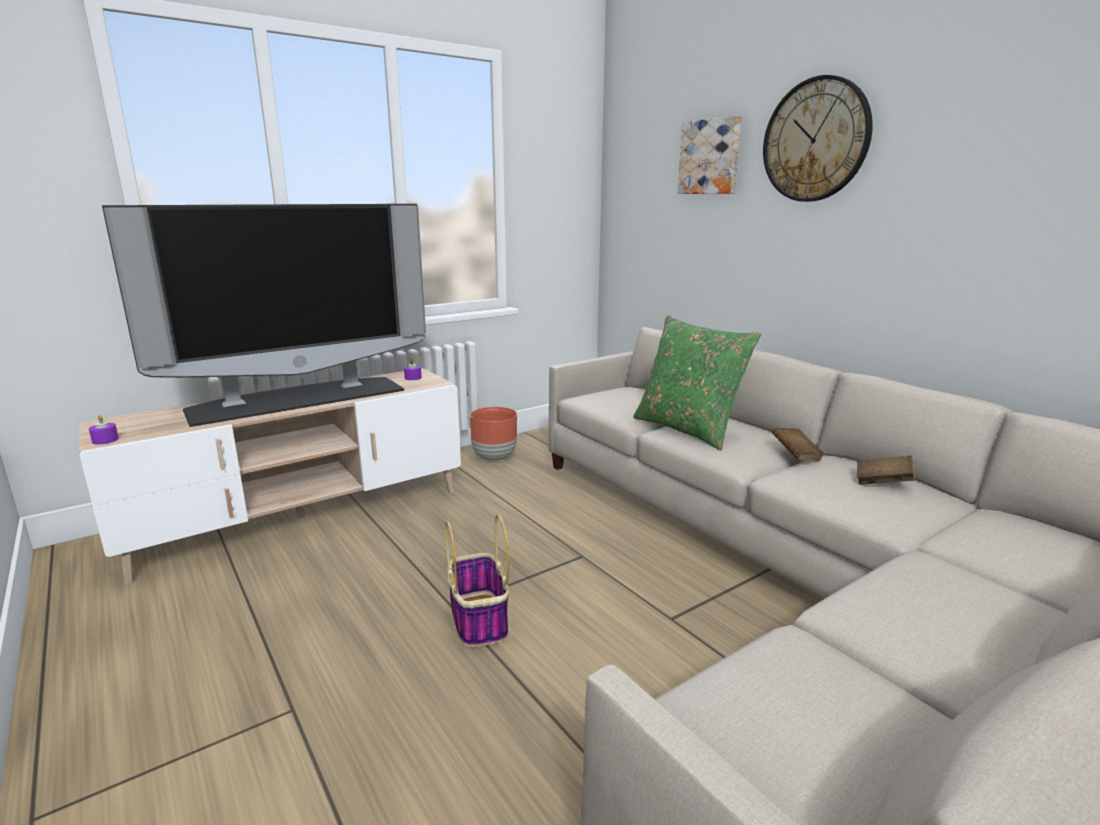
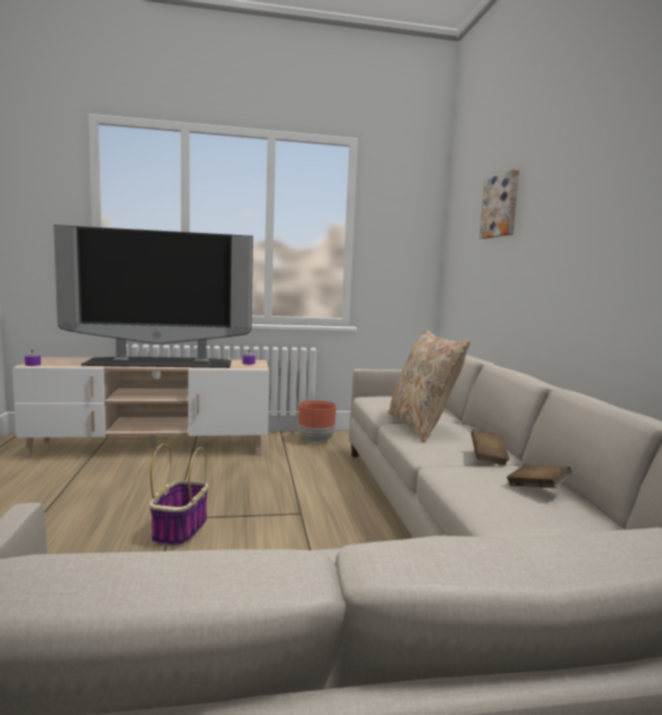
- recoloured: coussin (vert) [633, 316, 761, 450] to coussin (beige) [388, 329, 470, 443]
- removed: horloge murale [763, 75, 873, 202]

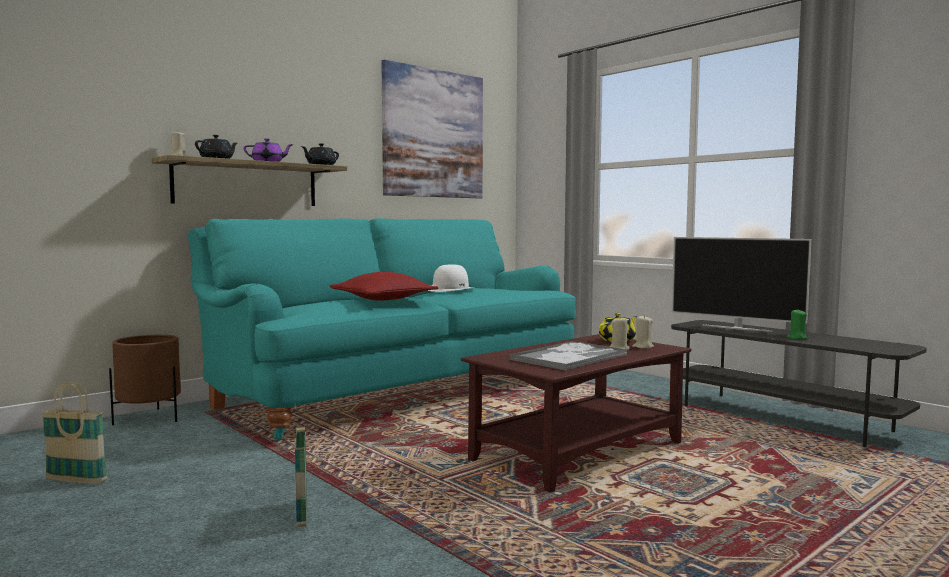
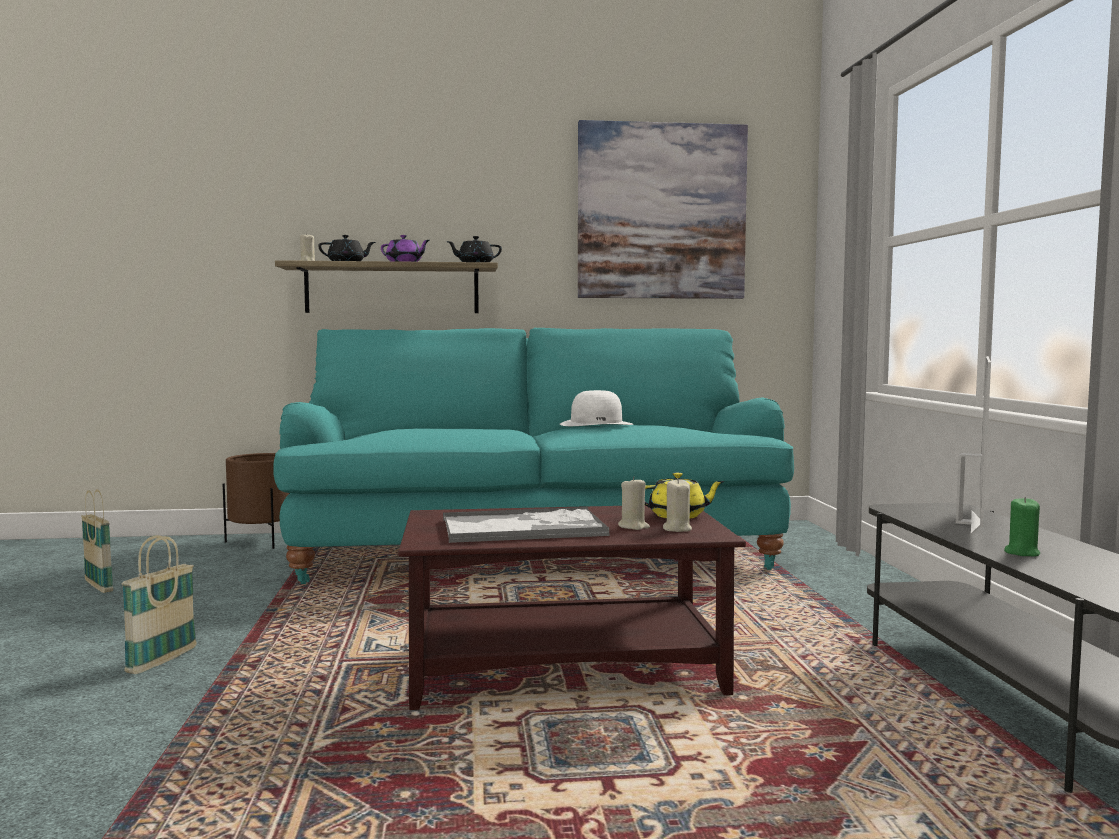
- removed: coussin (rouge) [330, 272, 438, 301]
- turned: téléviseur [672, 237, 812, 332] = [956, 356, 991, 535] 135 degrees counterclockwise

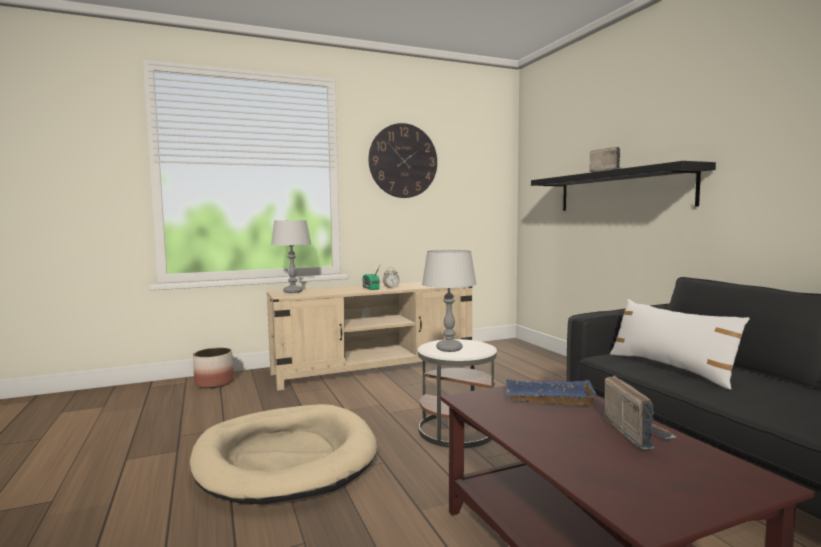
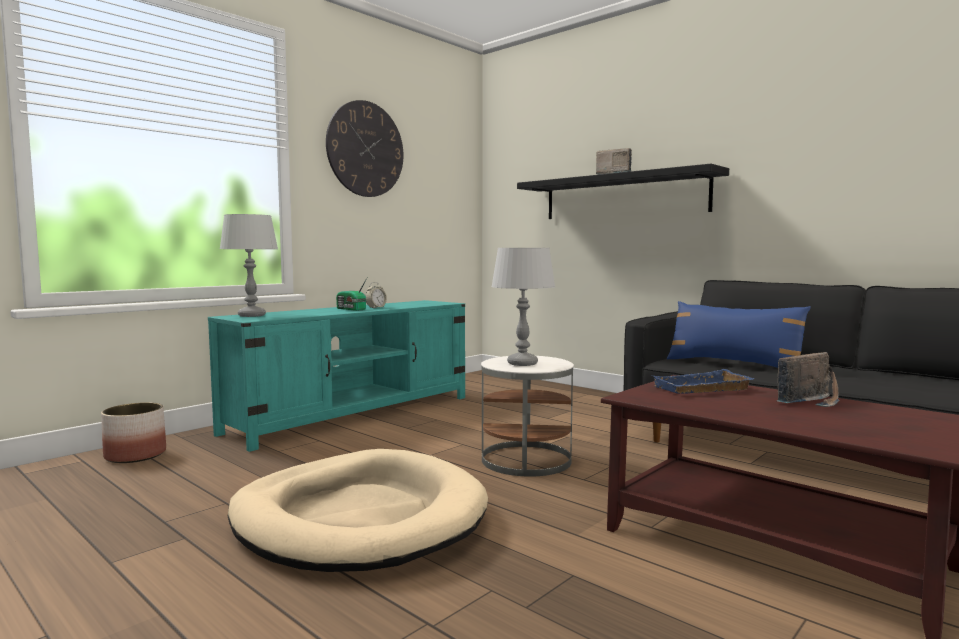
- recoloured: meuble télé (beige) [267, 282, 472, 391] to meuble télé (turquoise) [208, 300, 465, 452]
- turned: radio [605, 375, 676, 449] = [777, 352, 839, 407] 90 degrees clockwise
- recoloured: coussin (blanc) [610, 299, 750, 390] to coussin (bleu) [667, 301, 811, 368]

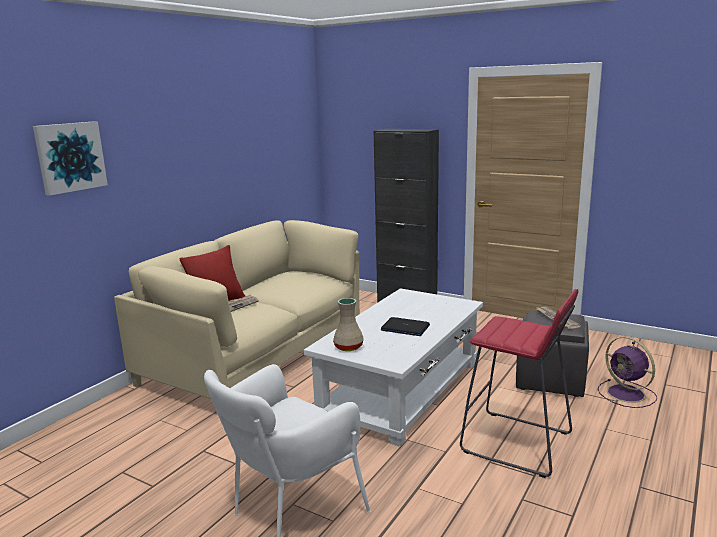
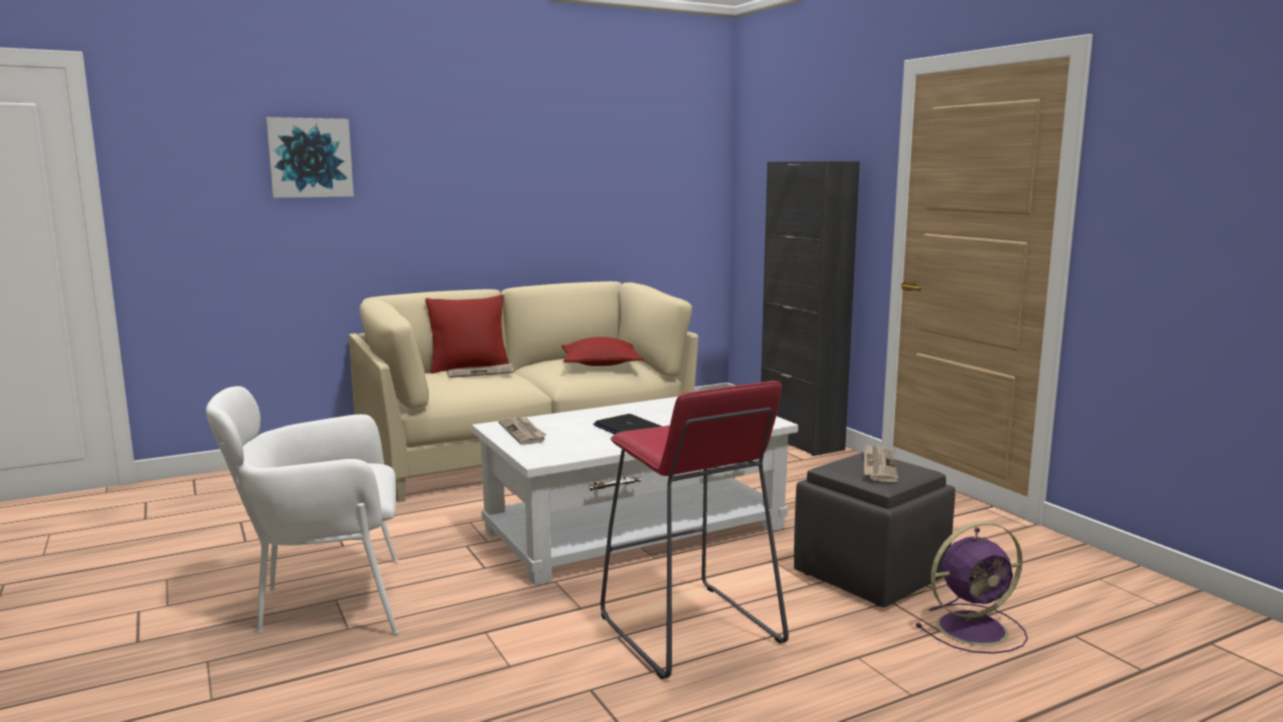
- replaced: vase (beige) [333, 298, 364, 351] to journal [498, 417, 546, 445]
- turned: ventilateur (violet) [598, 337, 657, 408] = [916, 521, 1028, 654] 105 degrees counterclockwise
- added: coussin (rouge) [562, 337, 644, 366]

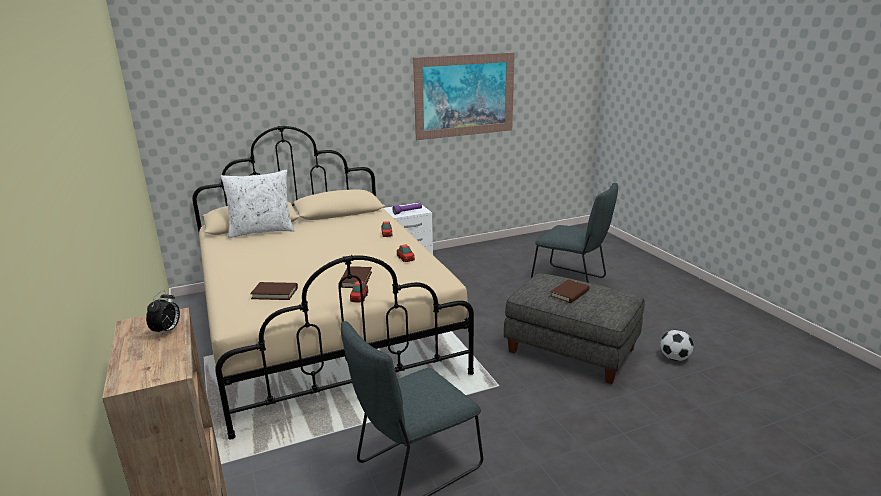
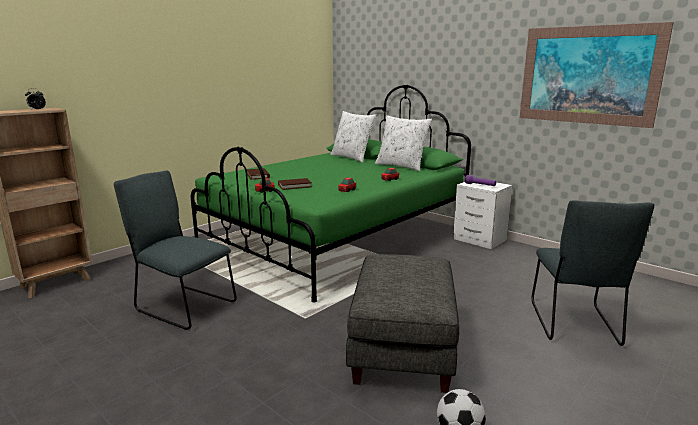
- recoloured: lit (beige) [192, 126, 474, 440] to lit (vert) [191, 85, 471, 302]
- removed: livre (marron) [550, 279, 589, 303]
- added: coussin (blanc) [375, 115, 432, 171]

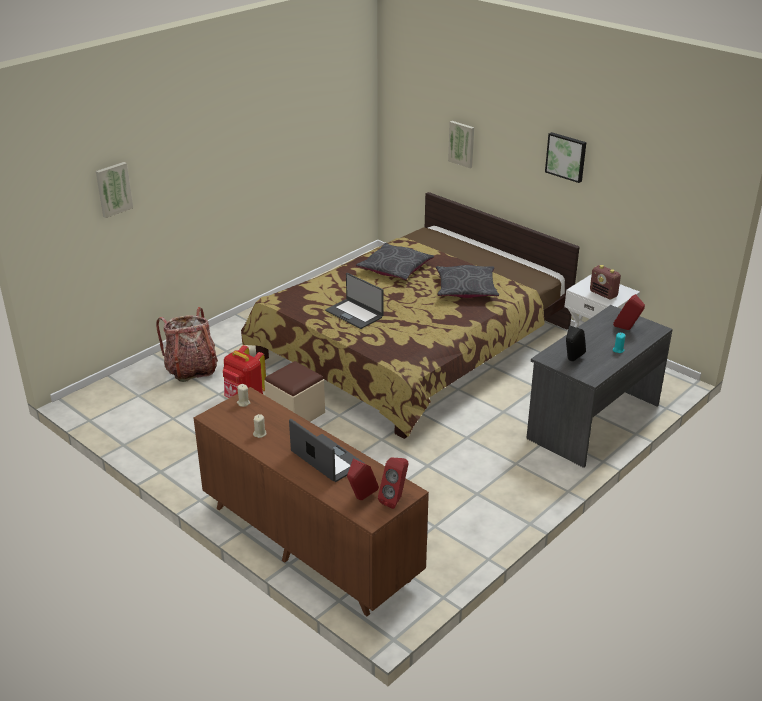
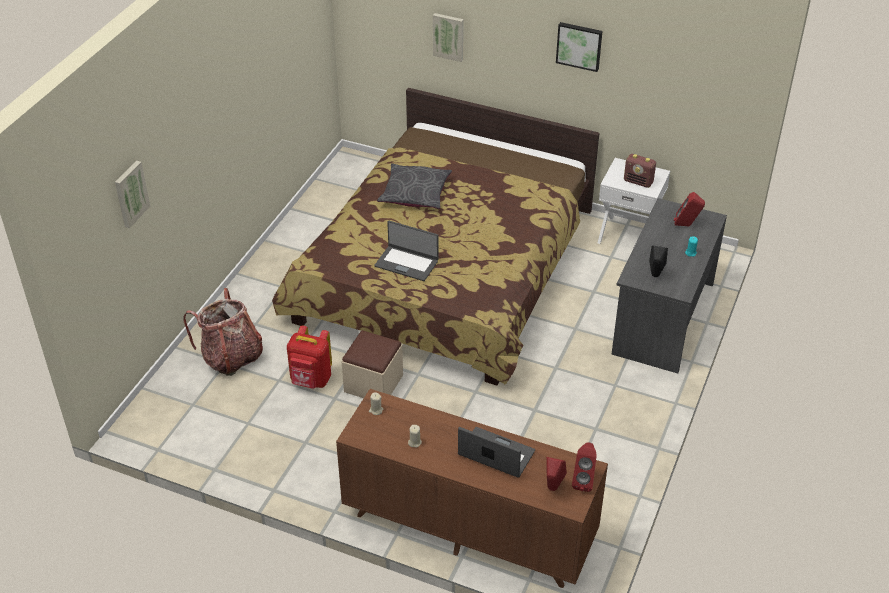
- removed: coussin (gris) [436, 265, 499, 298]

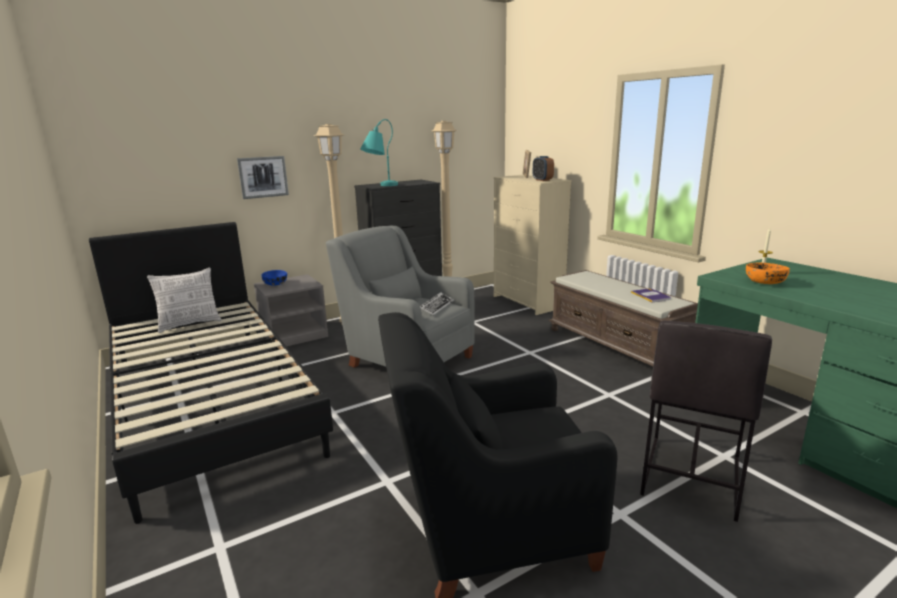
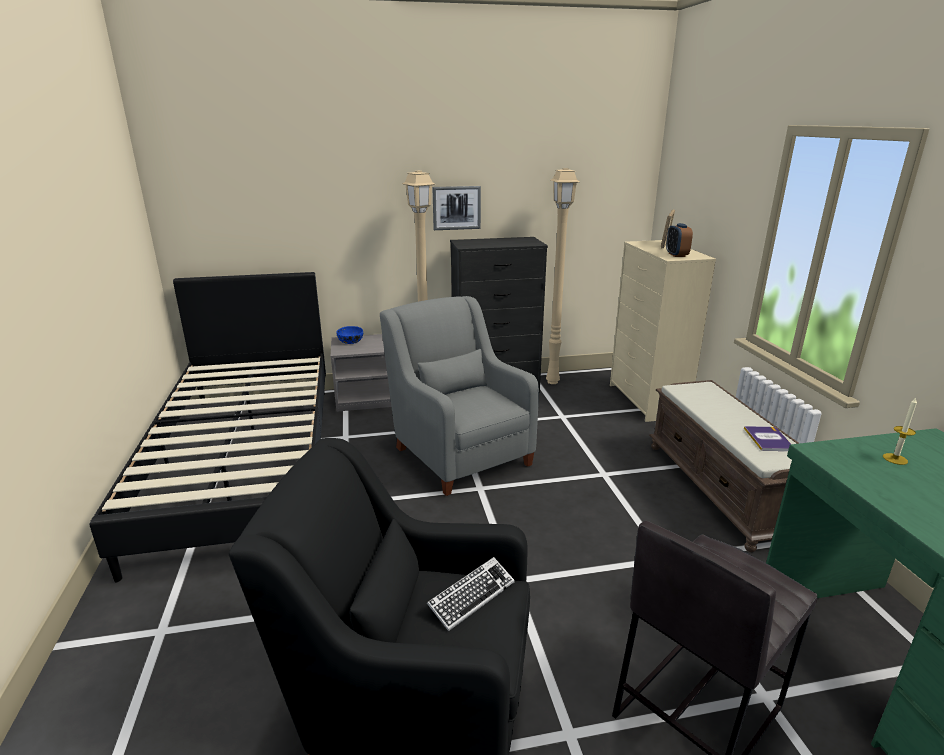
- removed: coussin [147, 268, 222, 333]
- moved: tableau [237, 156, 289, 199] to [432, 186, 481, 230]
- removed: lampe de table (turquoise) [360, 119, 398, 186]
- moved: clavier [420, 292, 454, 316] to [427, 557, 515, 631]
- removed: bol (orange) [746, 263, 790, 284]

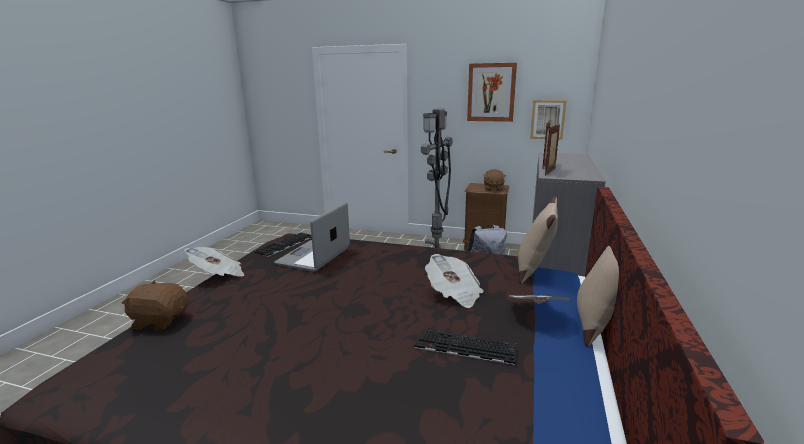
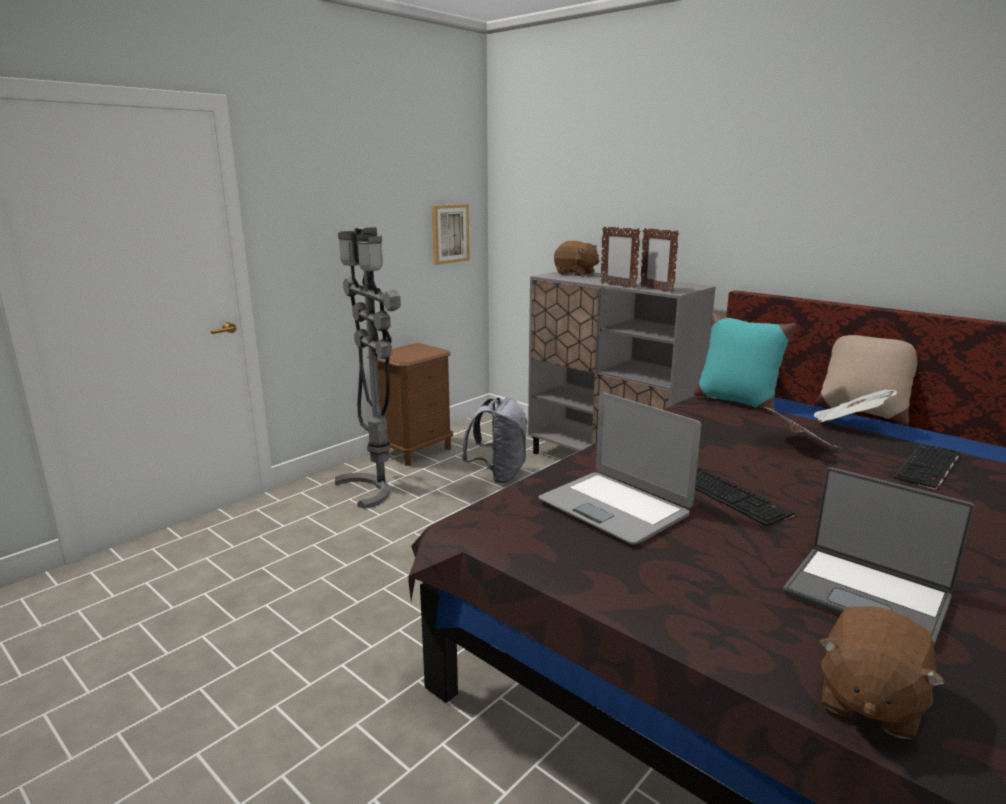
- removed: journal [184, 247, 244, 276]
- moved: clavier [254, 232, 312, 257] to [695, 467, 795, 526]
- removed: tableau [467, 63, 517, 122]
- moved: peluche (marron) [484, 169, 506, 191] to [554, 241, 599, 276]
- recoloured: coussin (beige) [518, 197, 558, 284] to coussin (turquoise) [694, 312, 796, 415]
- added: ordinateur portable [783, 467, 974, 646]

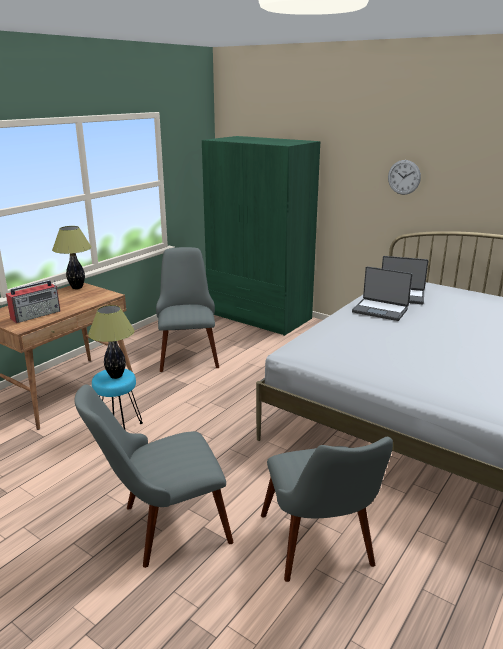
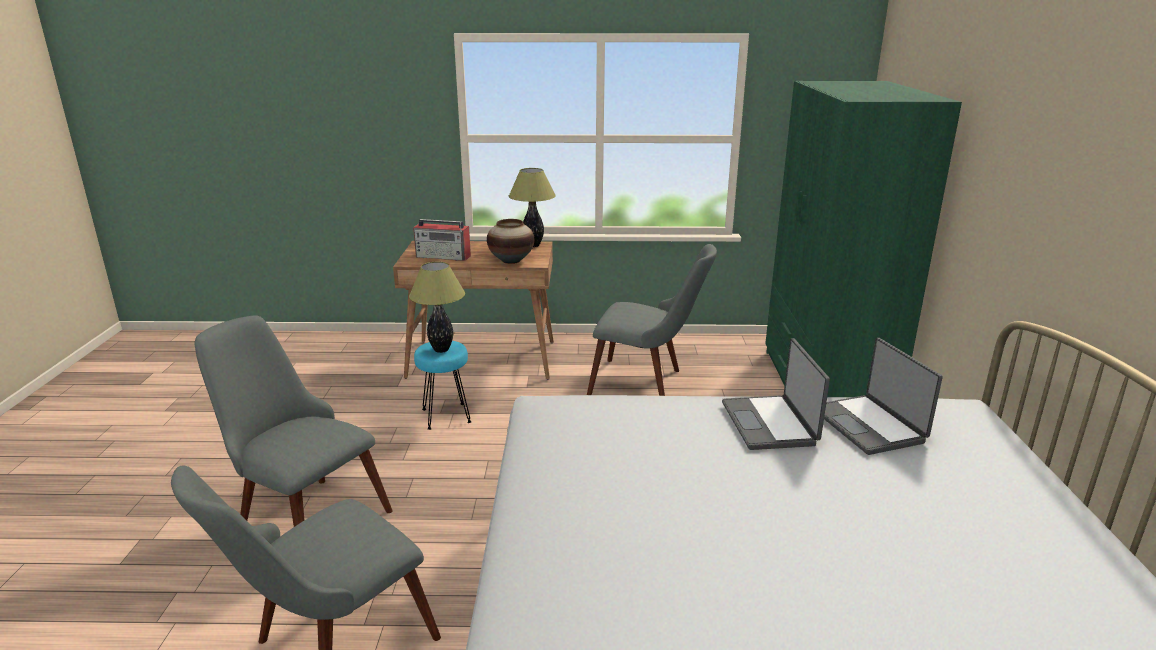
- turned: chaise (gris) [156, 247, 219, 372] = [587, 244, 717, 396] 60 degrees clockwise
- removed: horloge murale [388, 160, 421, 195]
- added: vase [487, 219, 534, 264]

